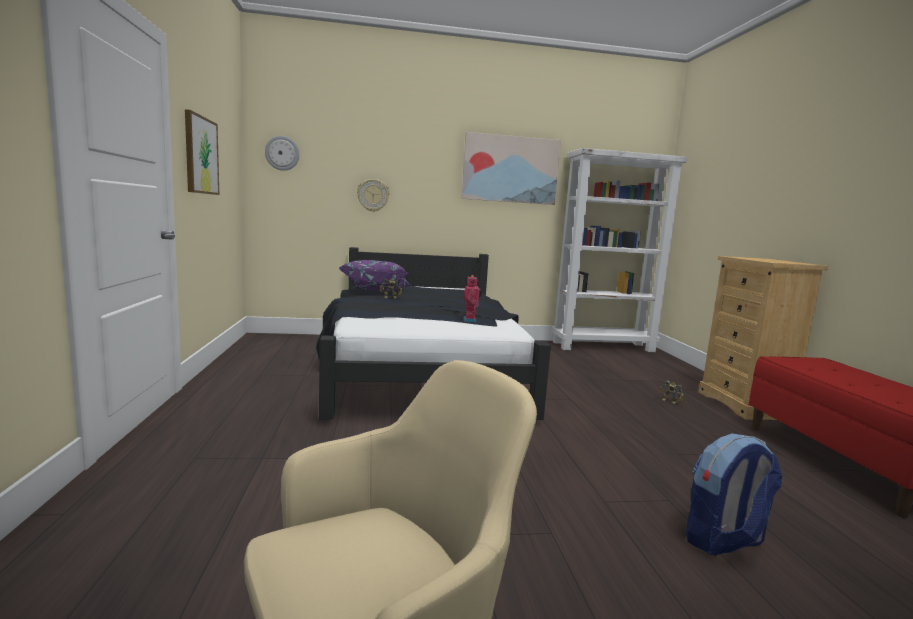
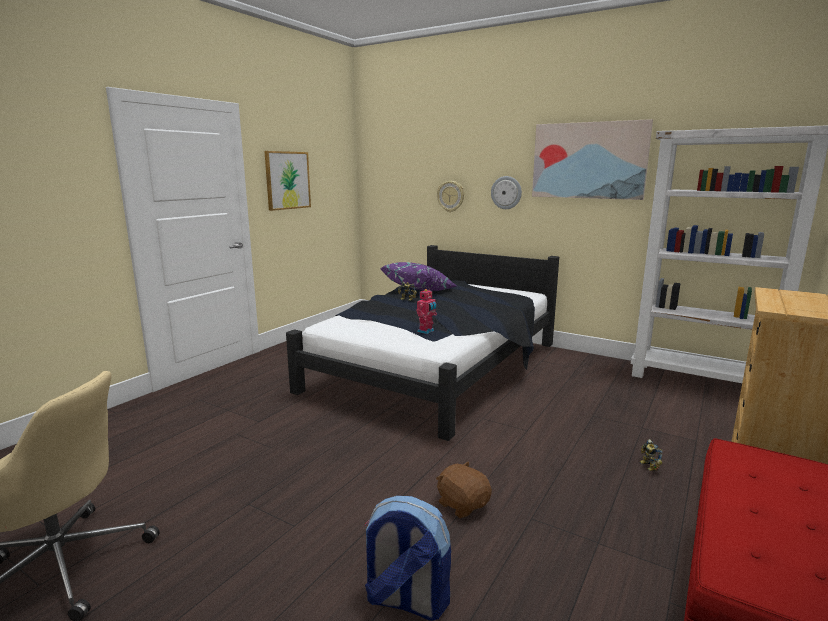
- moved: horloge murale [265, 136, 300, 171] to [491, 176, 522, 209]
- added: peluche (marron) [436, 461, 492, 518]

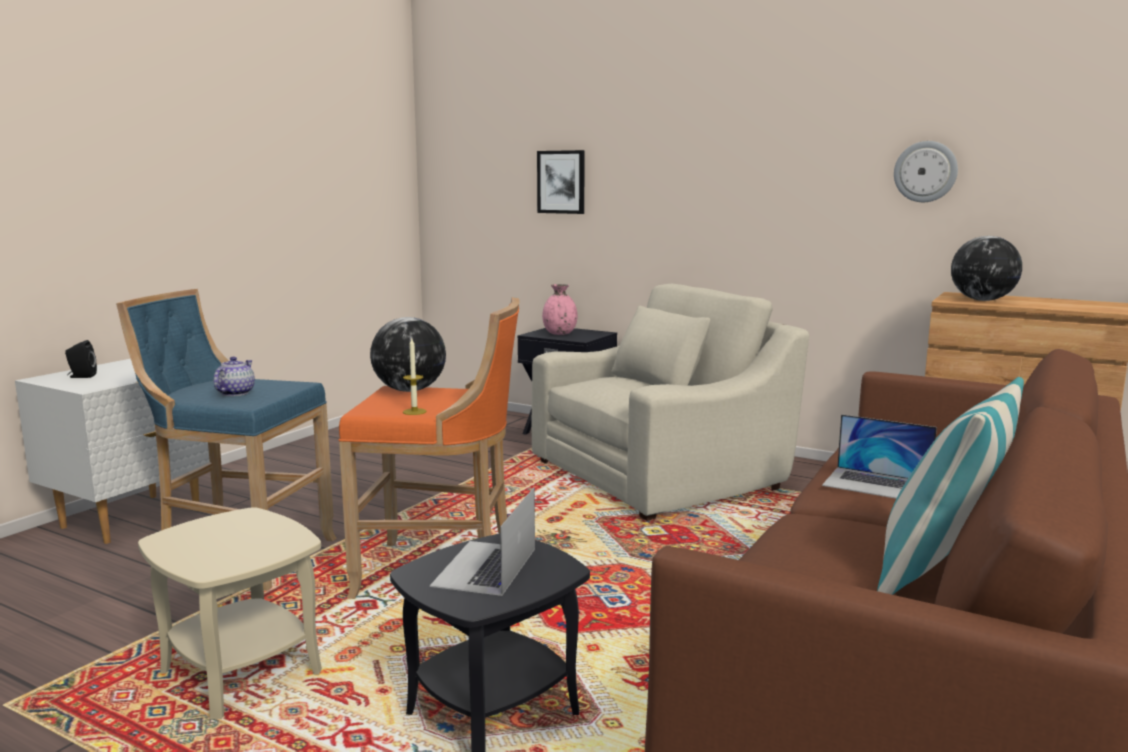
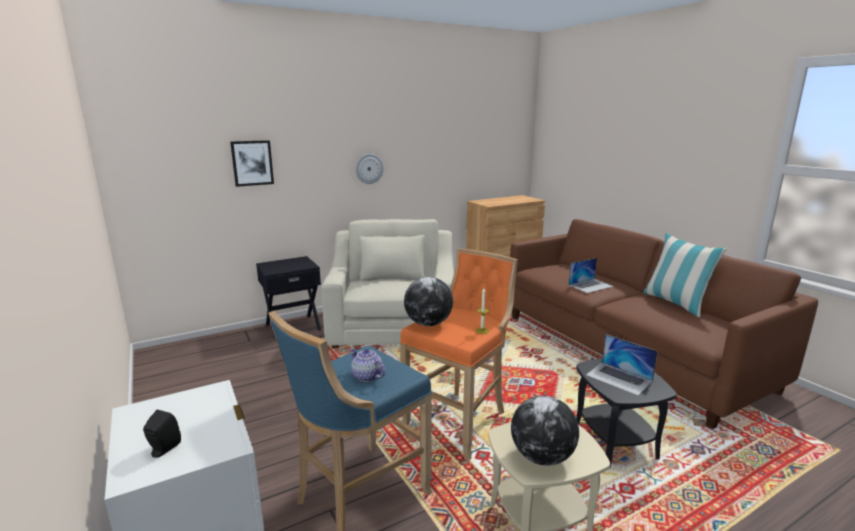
- removed: vase (rose) [542, 284, 578, 335]
- moved: horloge murale [894, 141, 958, 202] to [355, 153, 384, 184]
- moved: globe [951, 236, 1022, 301] to [511, 395, 579, 466]

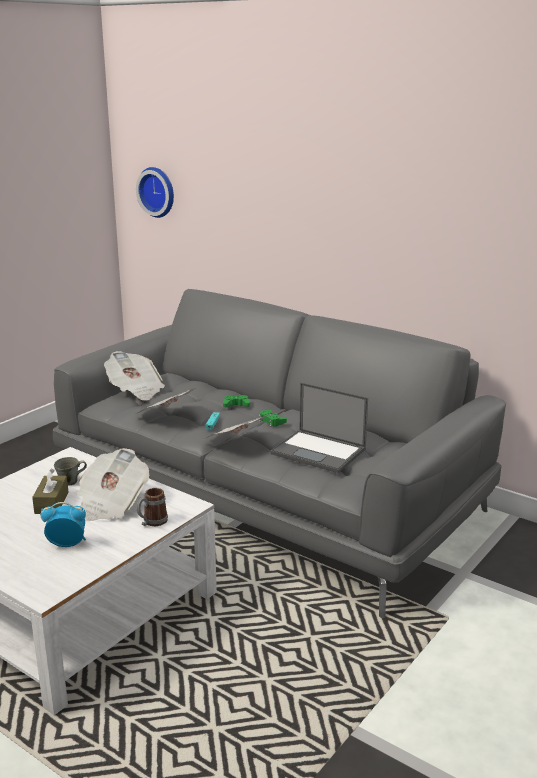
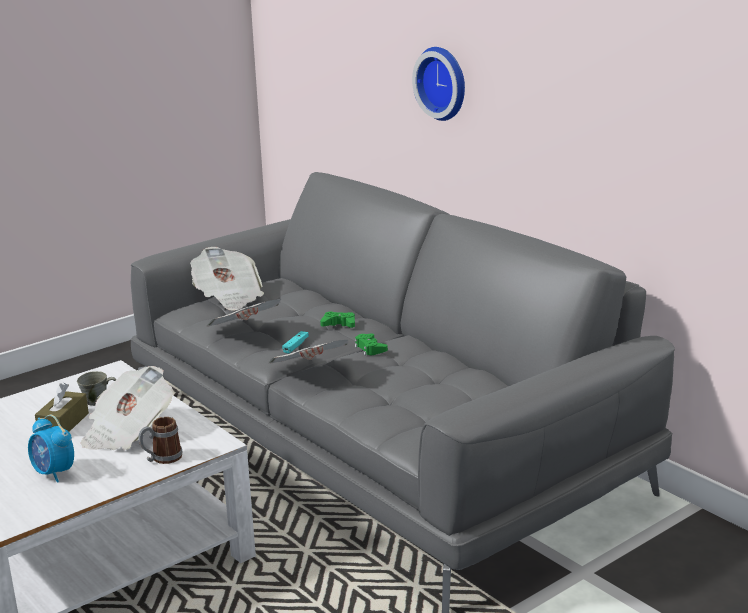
- turned: réveil [41, 502, 86, 547] = [28, 415, 74, 483] 150 degrees counterclockwise
- moved: horloge murale [136, 167, 174, 218] to [412, 47, 465, 121]
- removed: ordinateur portable [270, 383, 368, 473]

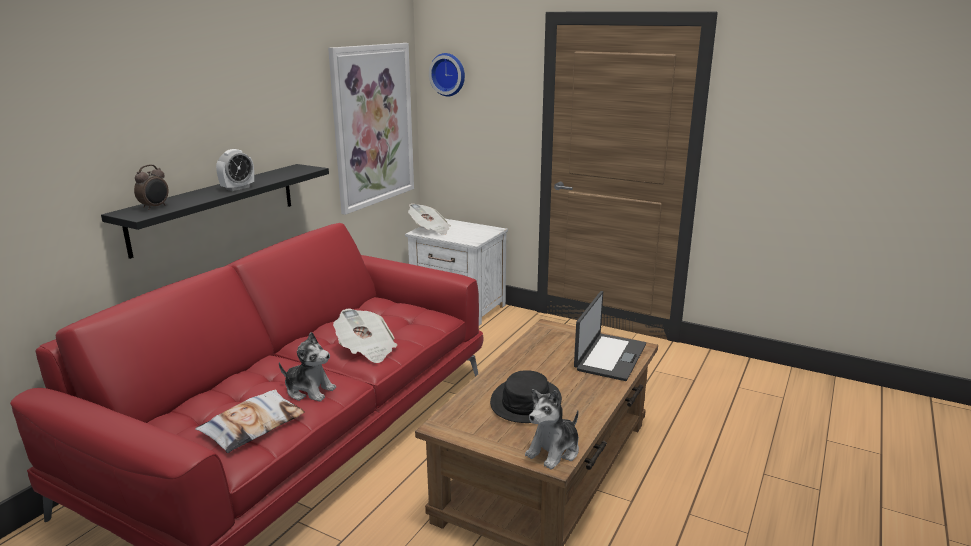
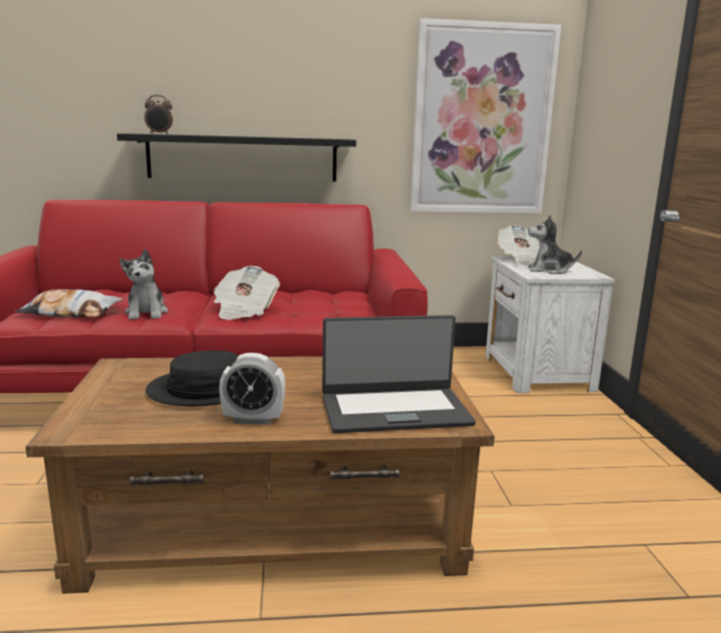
- moved: réveil [216, 149, 254, 191] to [219, 353, 285, 425]
- removed: horloge murale [429, 53, 465, 97]
- moved: peluche [525, 389, 579, 470] to [528, 215, 582, 274]

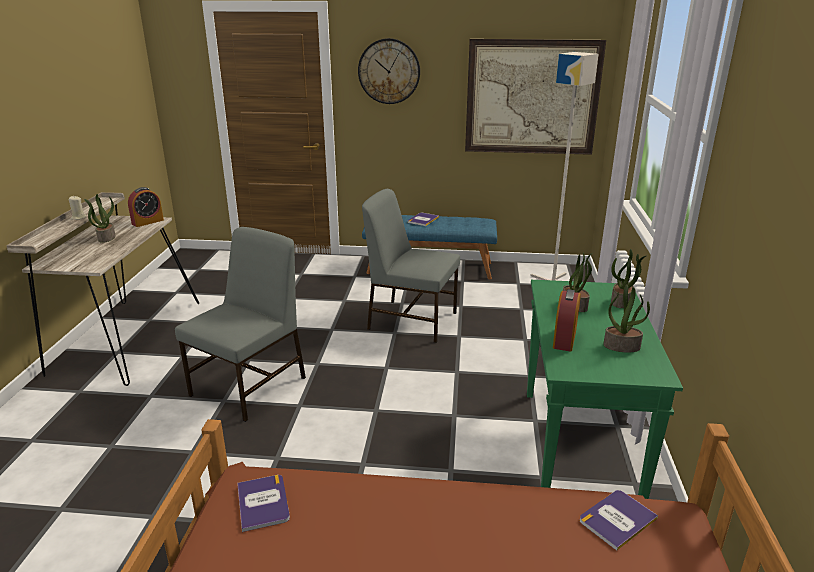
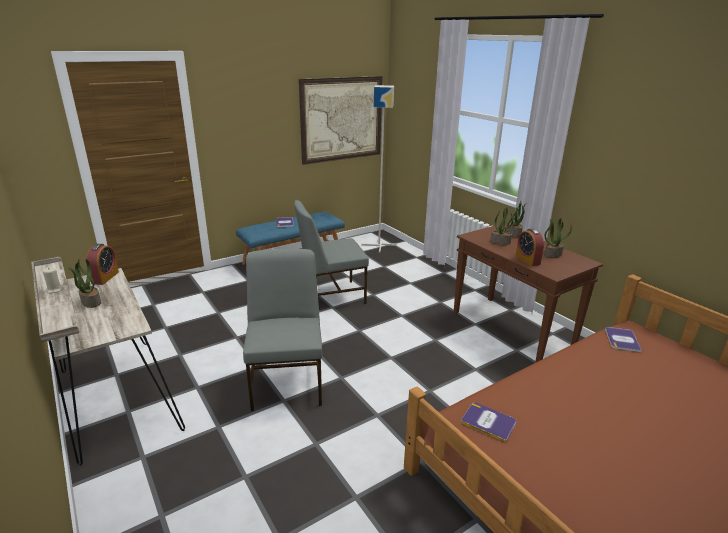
- removed: horloge murale [358, 38, 420, 104]
- recoloured: table console (vert) [527, 280, 683, 499] to table console (marron) [454, 224, 603, 363]

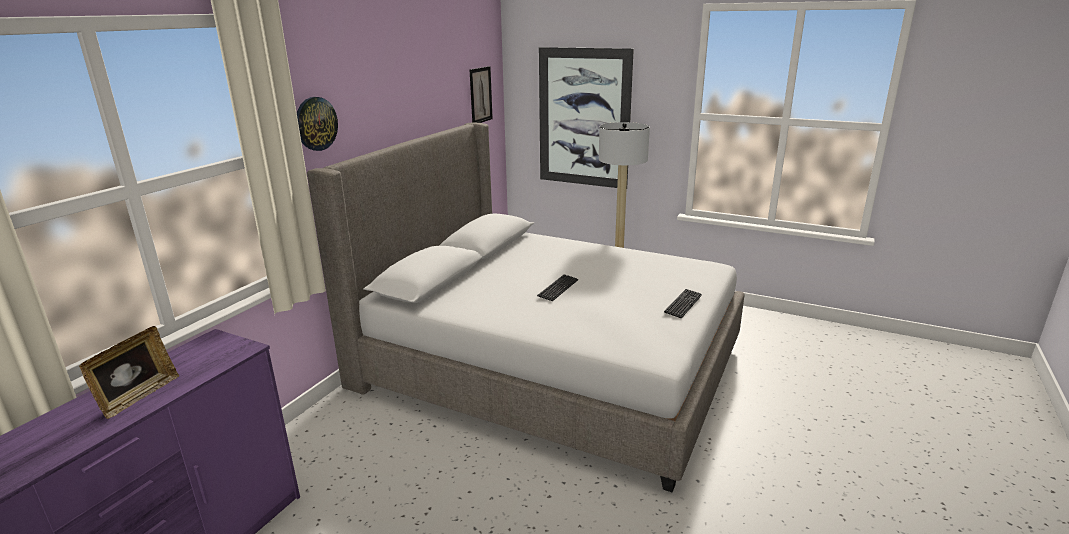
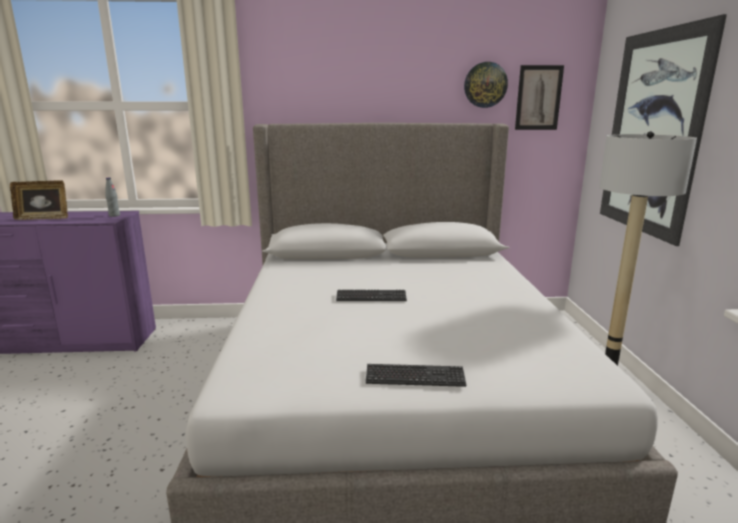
- moved: horloge murale [297, 97, 338, 151] to [464, 62, 508, 108]
- added: bouteille (gris) [105, 178, 120, 217]

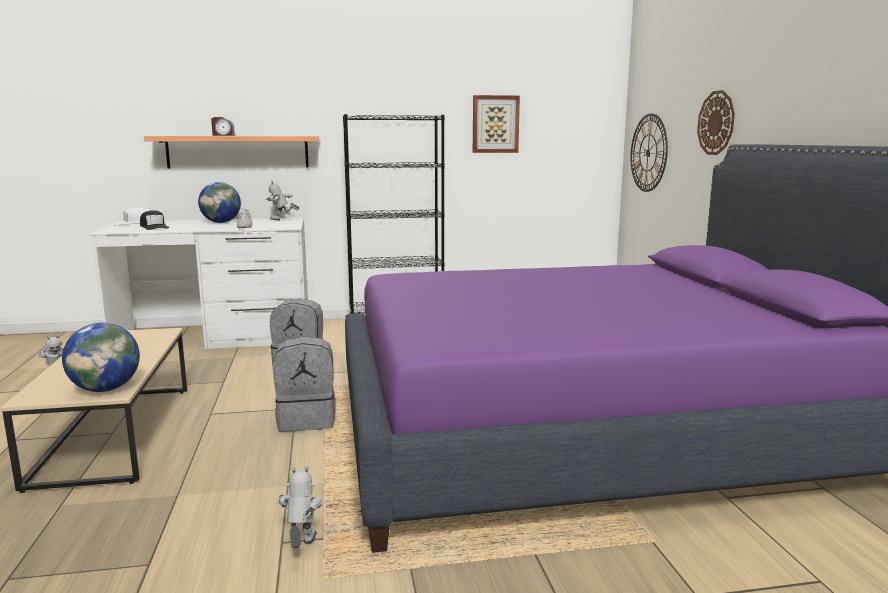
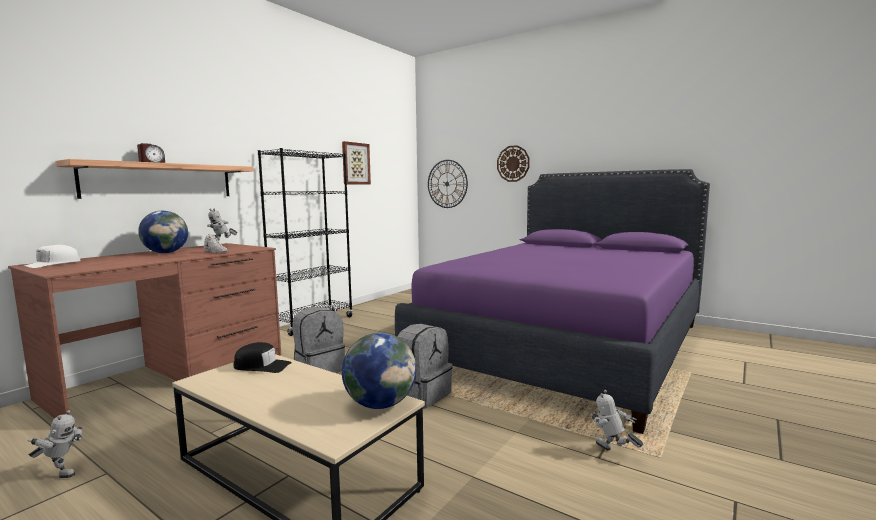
- recoloured: bureau (blanc) [89, 218, 308, 350] to bureau (marron) [8, 243, 281, 419]
- moved: casquette (noir) [140, 210, 169, 230] to [233, 342, 292, 373]

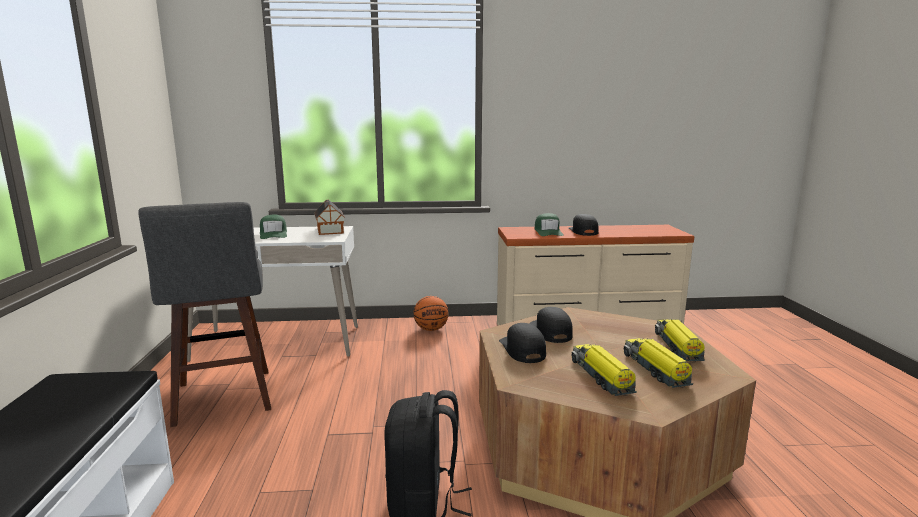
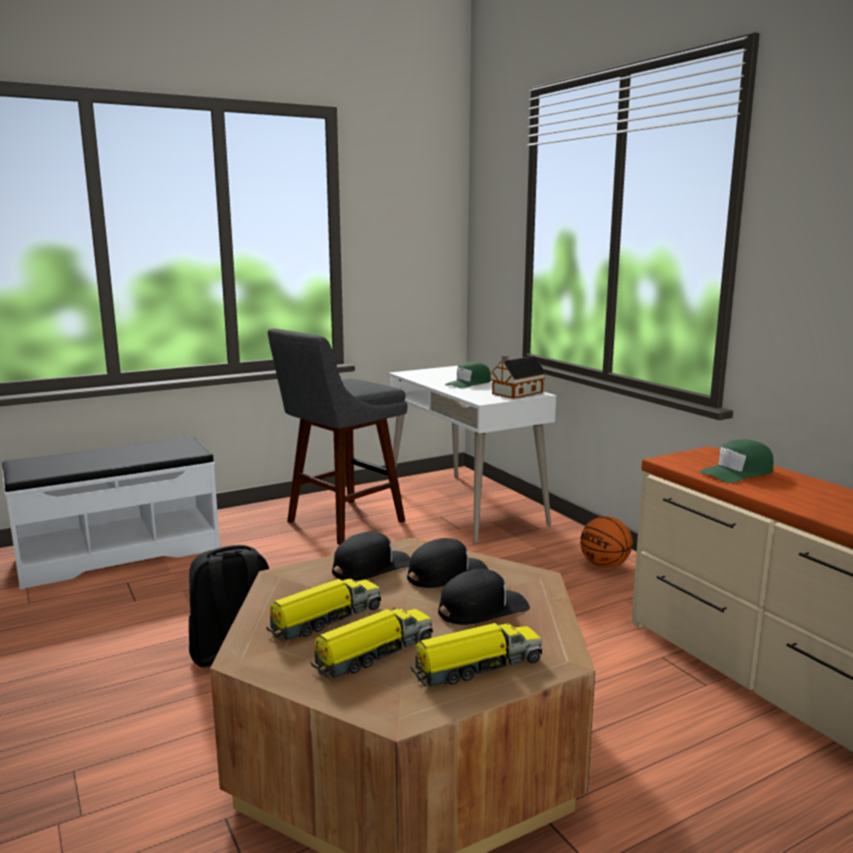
- moved: casquette (noir) [568, 214, 598, 236] to [438, 569, 530, 625]

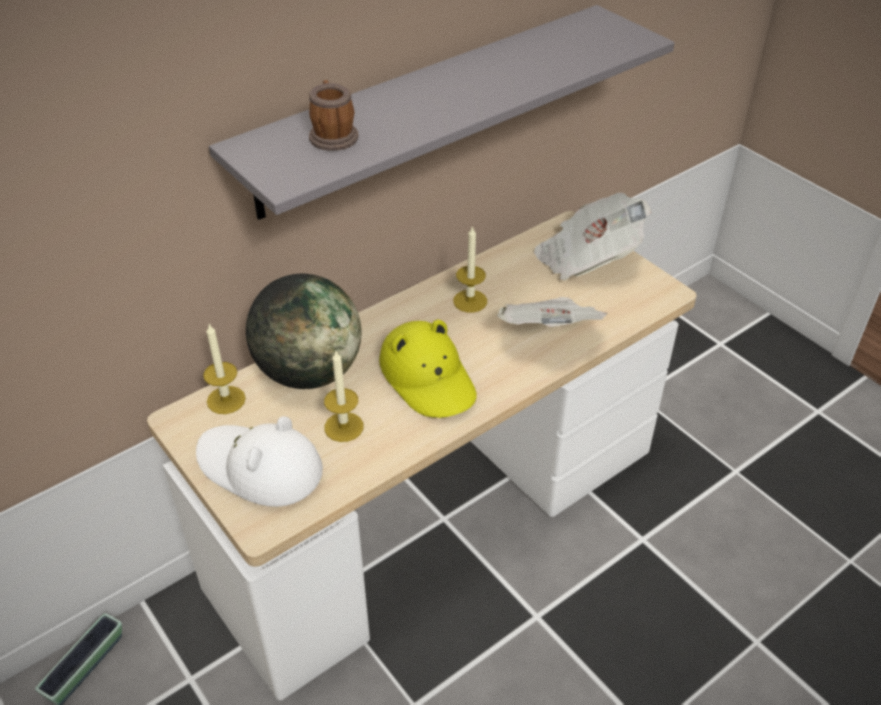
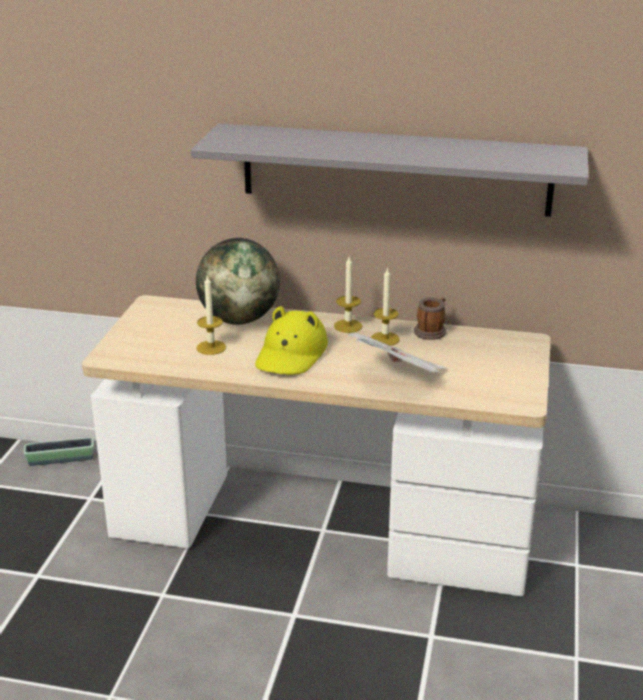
- removed: chapeau (blanc) [196, 416, 323, 507]
- moved: bougie [203, 324, 246, 414] to [334, 257, 362, 333]
- moved: mug [309, 80, 358, 151] to [414, 297, 446, 340]
- removed: journal [534, 193, 651, 281]

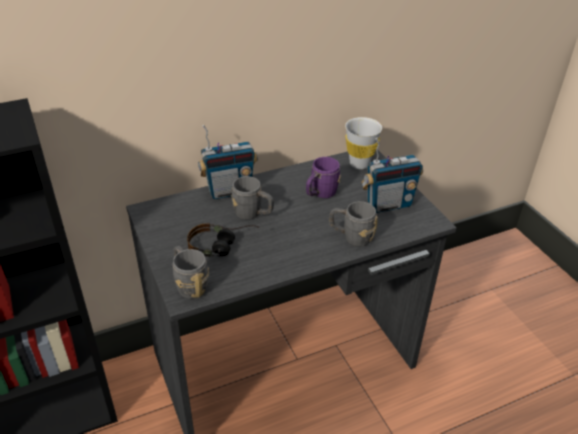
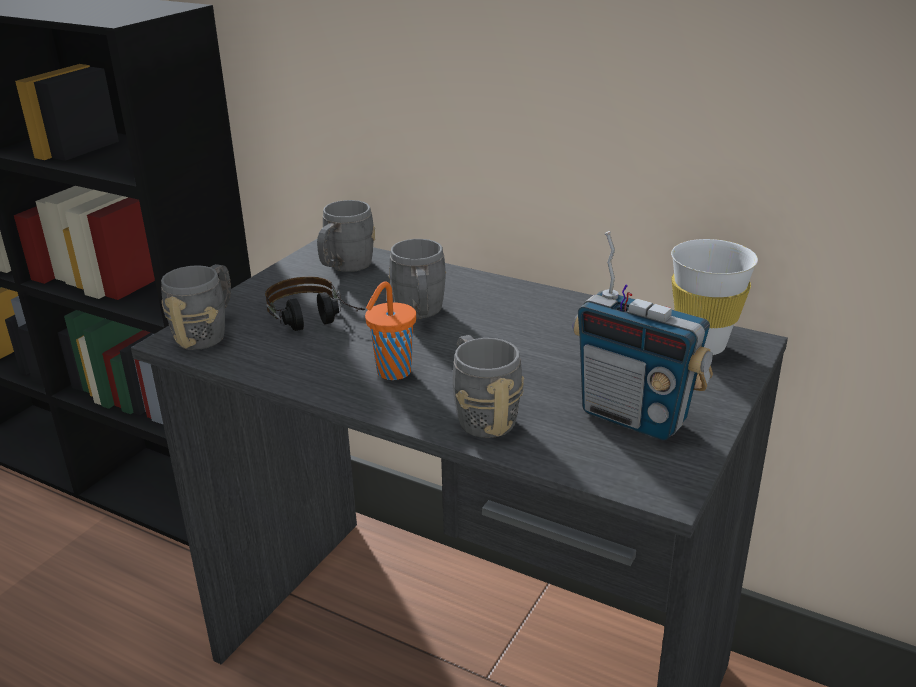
- removed: radio [198, 125, 258, 199]
- removed: mug (violet) [306, 157, 341, 198]
- added: mug (gris) [317, 200, 375, 272]
- added: tasse (orange) [365, 281, 416, 380]

